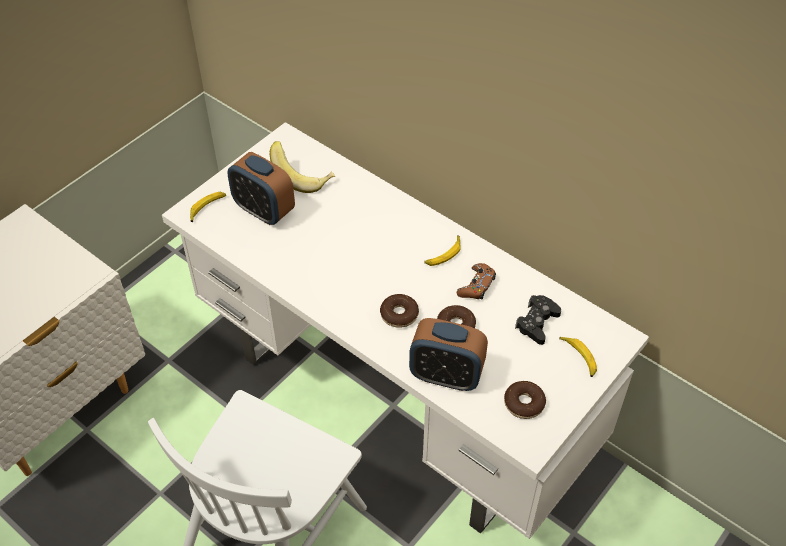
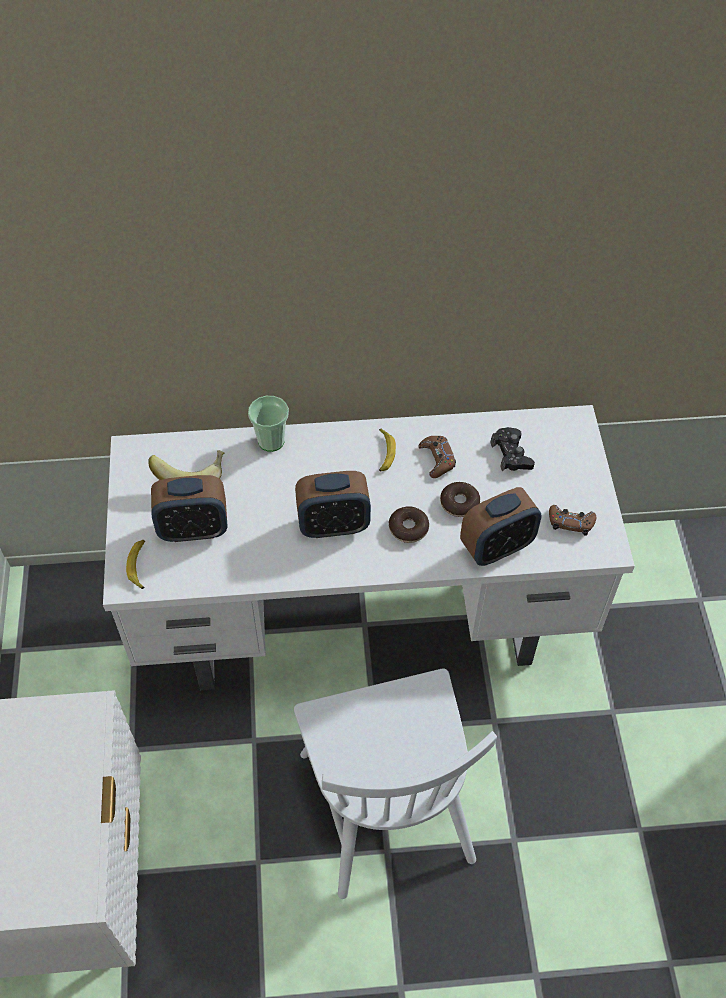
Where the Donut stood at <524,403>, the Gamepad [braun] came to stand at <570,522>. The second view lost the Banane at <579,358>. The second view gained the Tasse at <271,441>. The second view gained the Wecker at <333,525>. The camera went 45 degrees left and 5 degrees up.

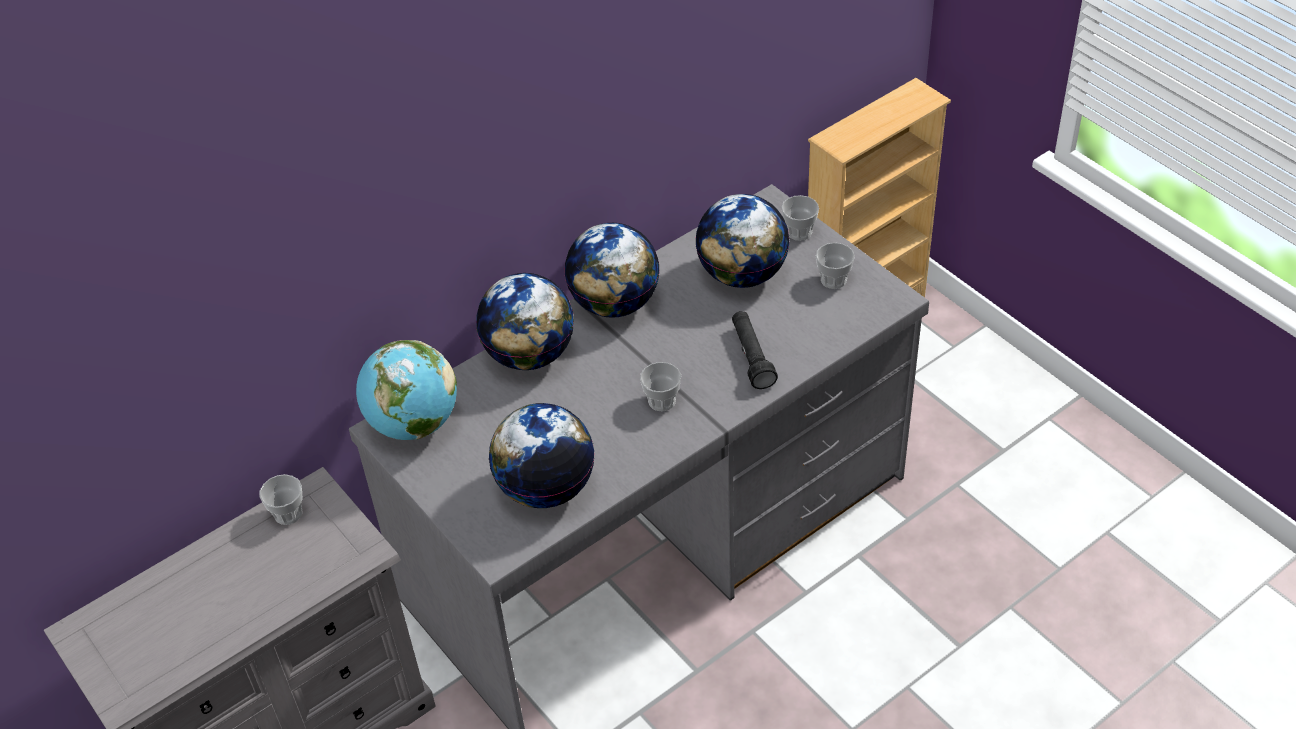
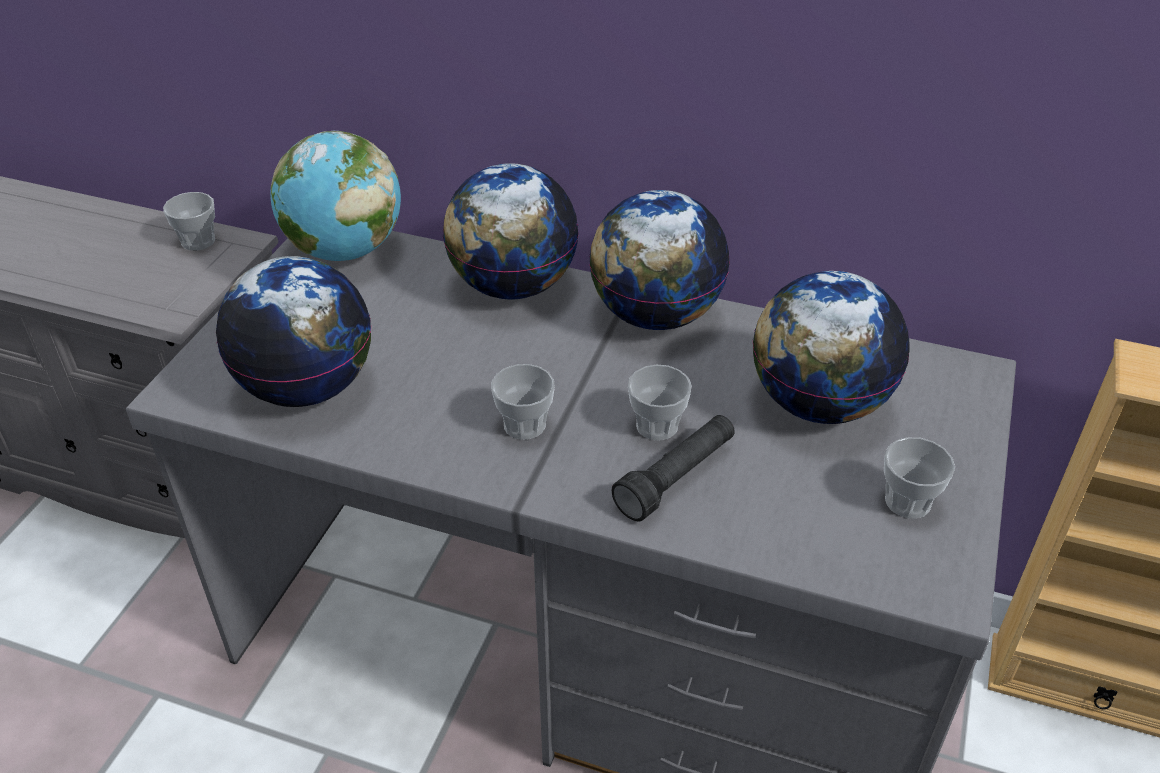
The Tasse ended up elsewhere, having gone from <799,232> to <657,426>. The camera went 55 degrees right and 5 degrees down.

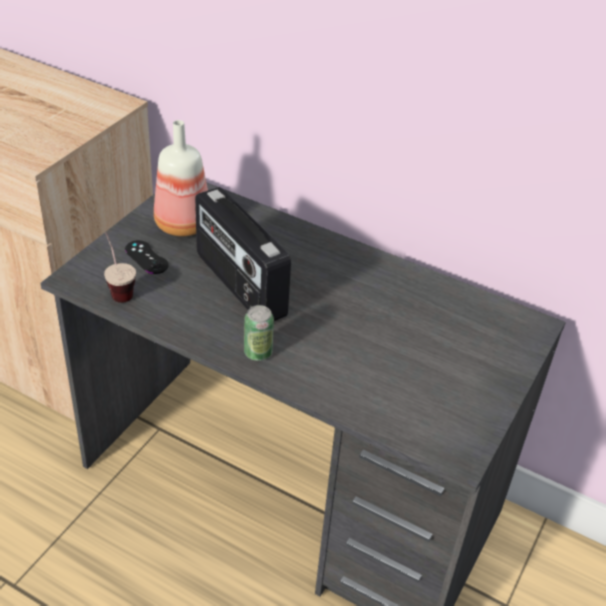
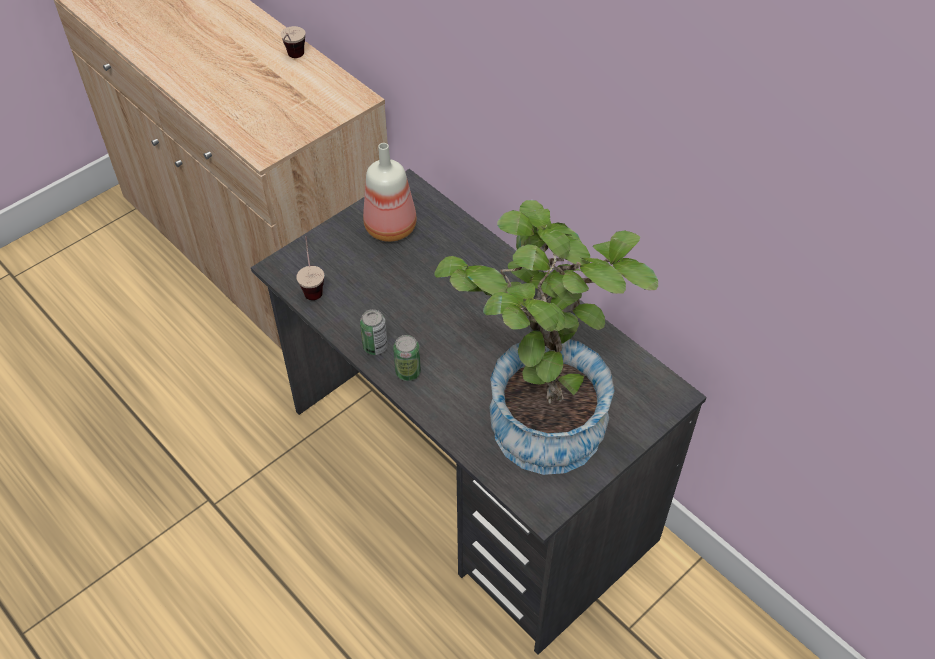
The second view lost the Gamepad [schwarz] at <146,257>. The second view lost the Radio at <239,285>. The second view gained the Tasse at <293,60>. The second view gained the Dose at <375,347>. The second view gained the Topfpflanze at <538,413>. The camera went 20 degrees right and 10 degrees up.

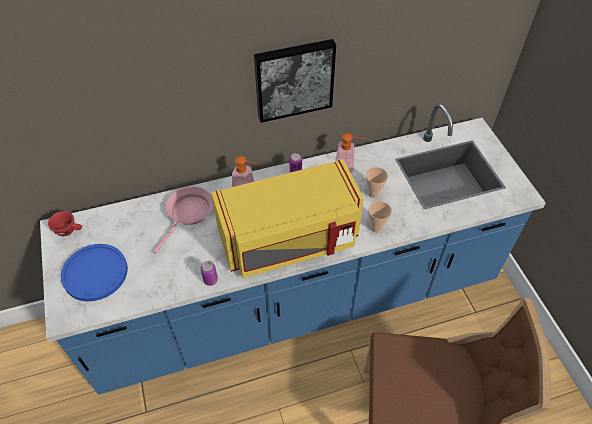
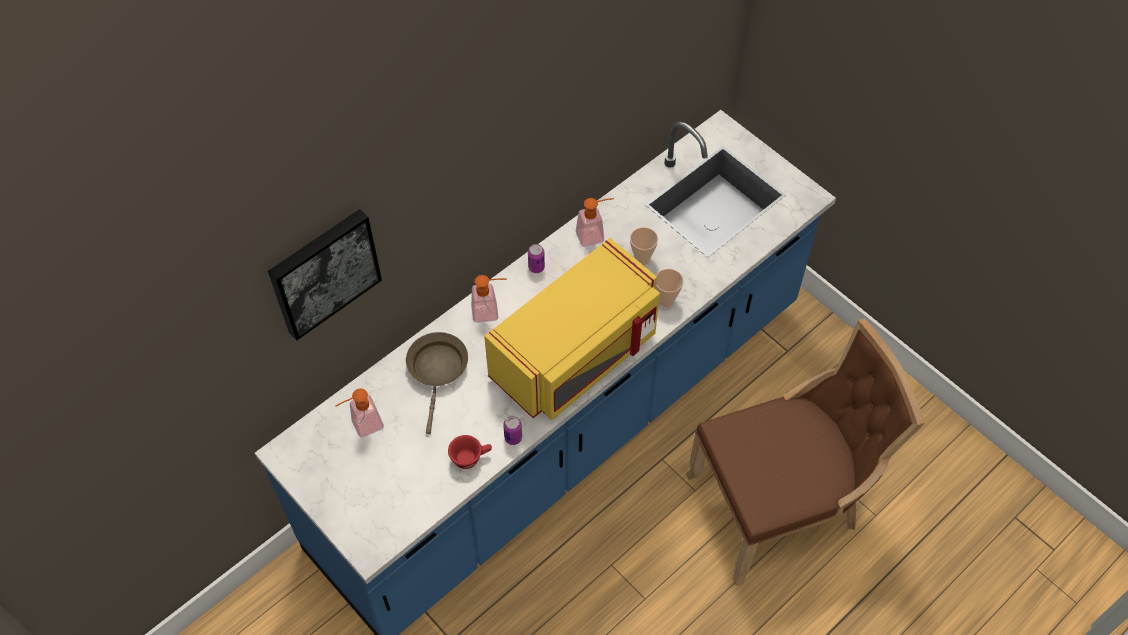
The Tasse [rot] ended up elsewhere, having gone from <69,230> to <470,457>. The second view lost the Teller [blau] at <95,273>. What was the Pfanne [rosa] at <188,214> turned into the Pfanne [braun] at <438,371>. The Bild ended up elsewhere, having gone from <293,79> to <323,271>. The second view gained the Seifenspender at <362,426>. The camera went 25 degrees left and 5 degrees up.

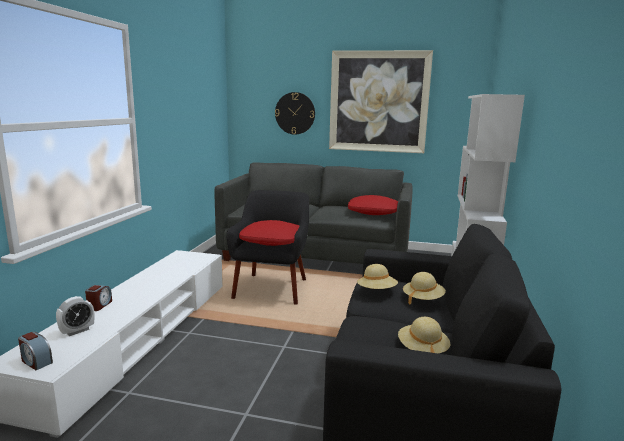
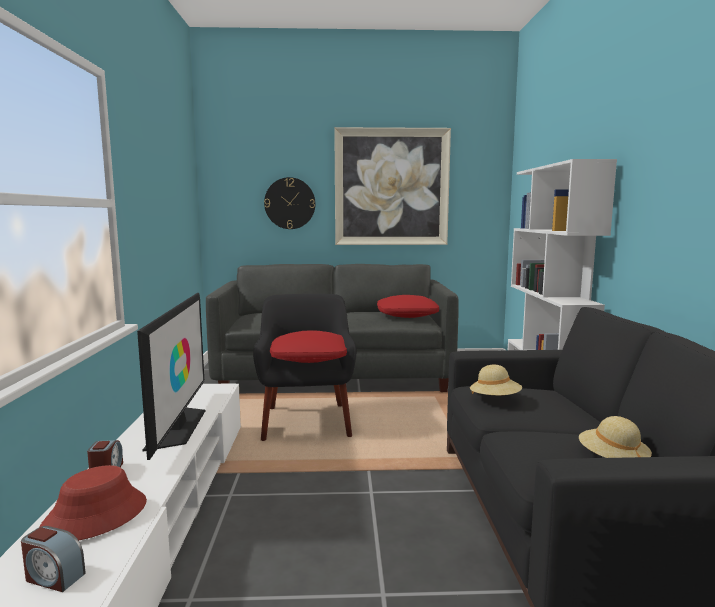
Where the Wecker stood at <77,331>, the Hut [rot] came to stand at <95,515>. The second view lost the Hut [beige] at <423,299>. The second view gained the Fernseher at <178,426>. The camera went 15 degrees left and 5 degrees down.

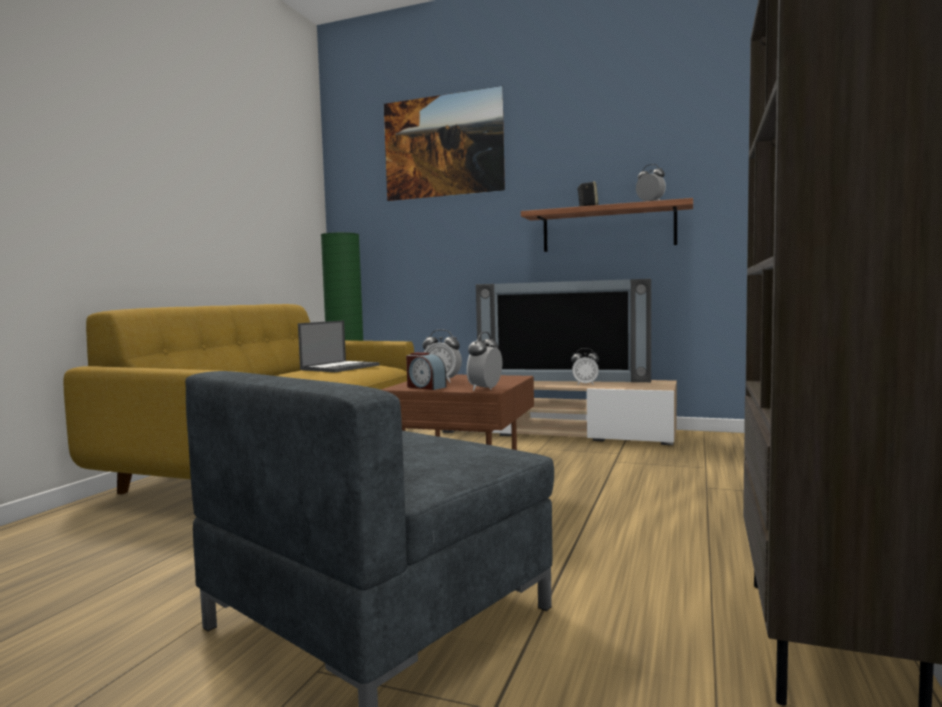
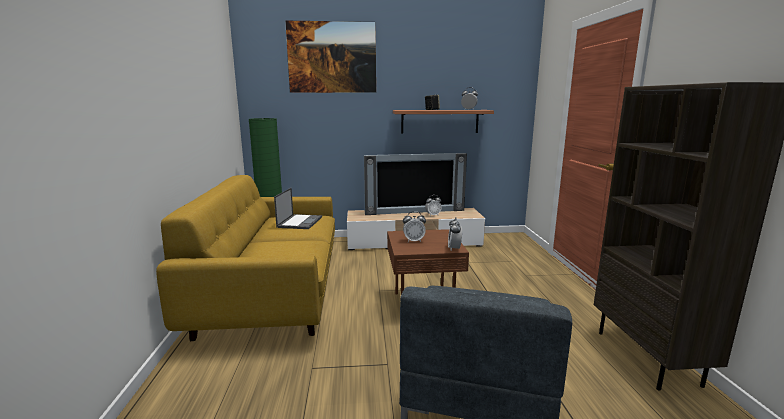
The second view lost the Wecker at <425,387>. The camera went 25 degrees left and 10 degrees up.

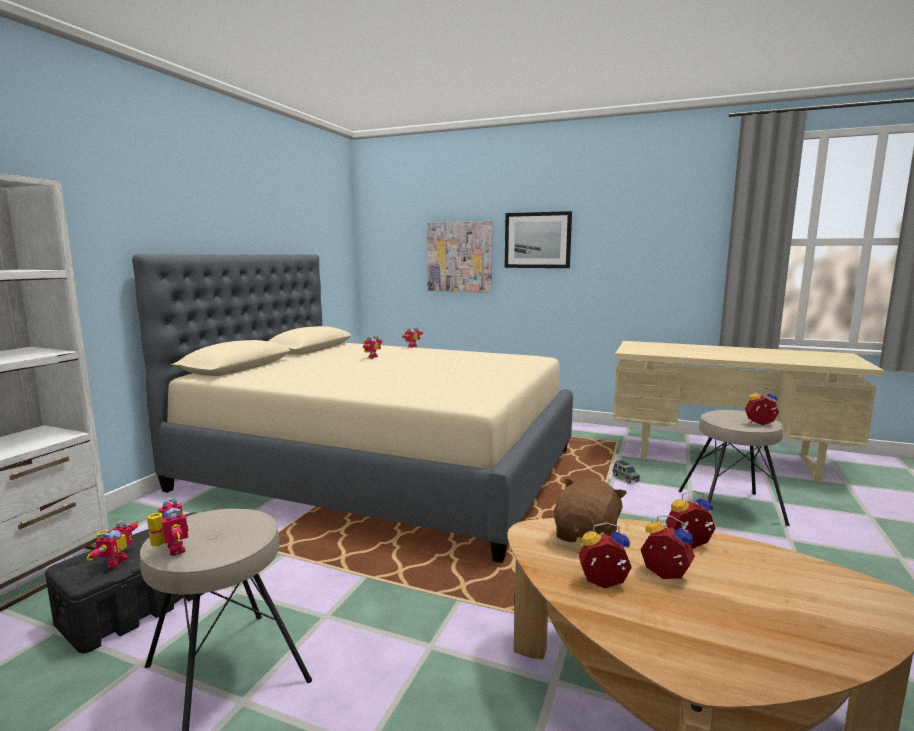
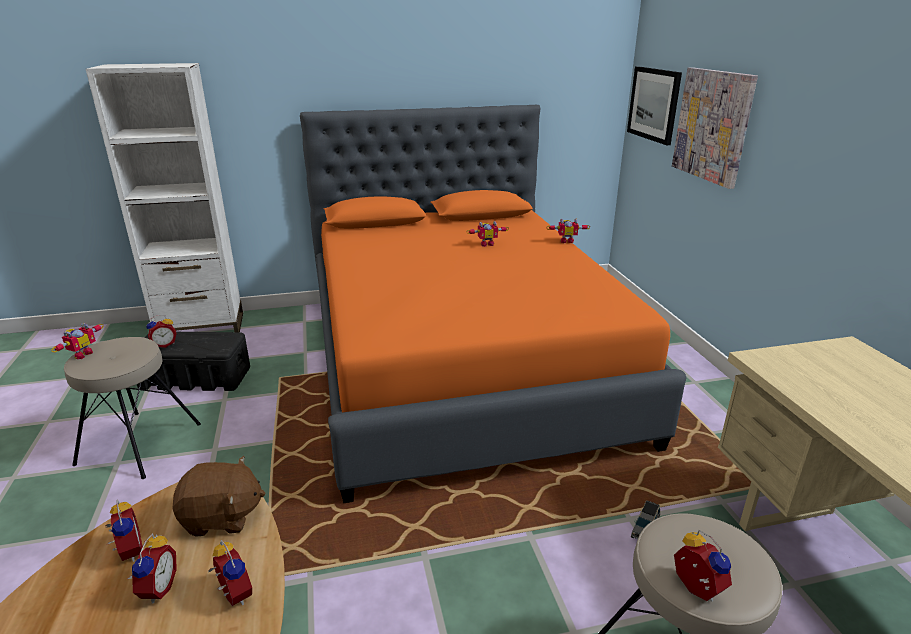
Where the Spielzeugroboter stood at <113,562>, the Wecker came to stand at <164,344>. What was the Bett [beige] at <383,468> turned into the Bett [orange] at <461,363>. The Bild ended up elsewhere, having gone from <537,240> to <654,104>. The camera went 55 degrees right and 15 degrees up.

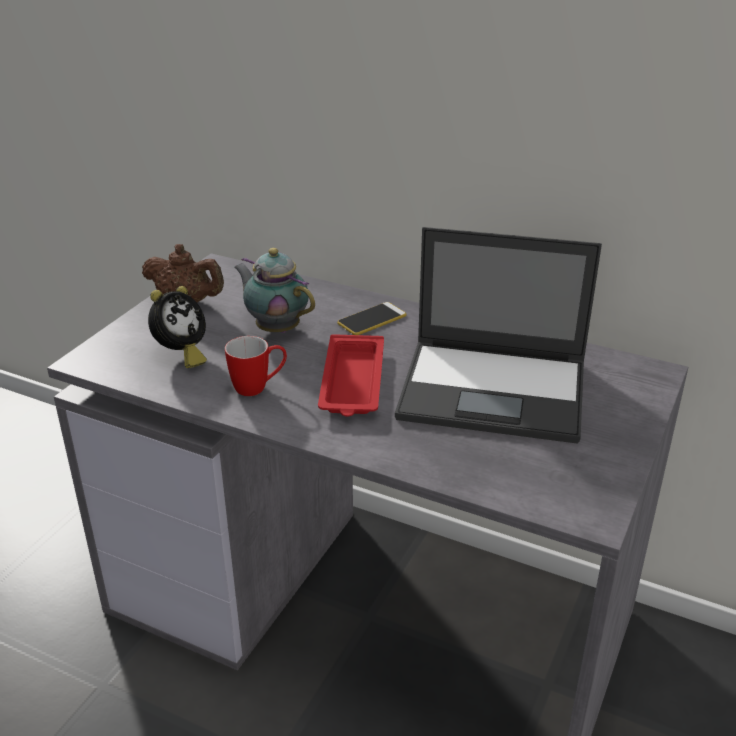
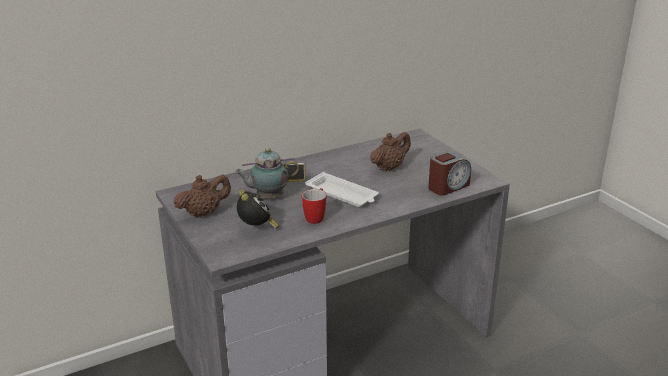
What was the Tablett [rot] at <352,383> turned into the Tablett [weiß] at <342,194>. Where the Laptop stood at <495,390>, the Teekanne [braun] came to stand at <389,167>. The second view gained the Wecker at <448,187>. The camera went 55 degrees left and 5 degrees down.

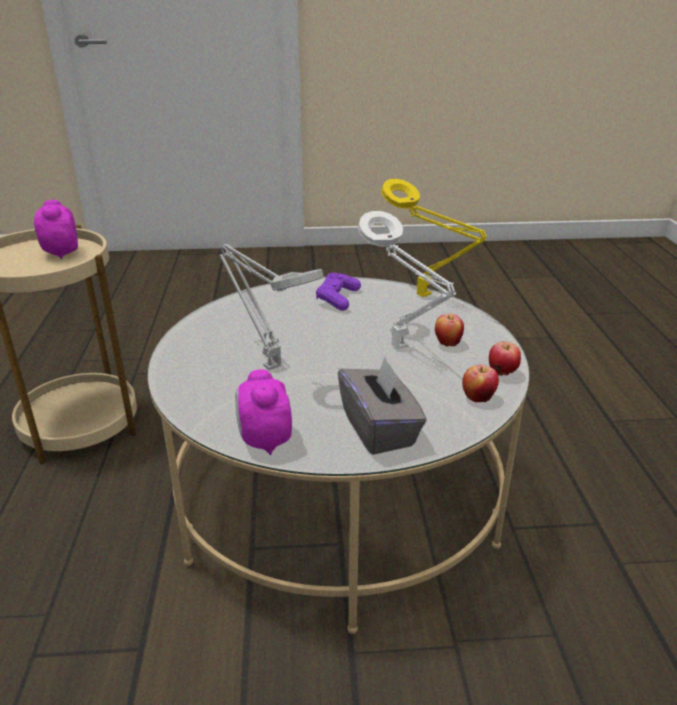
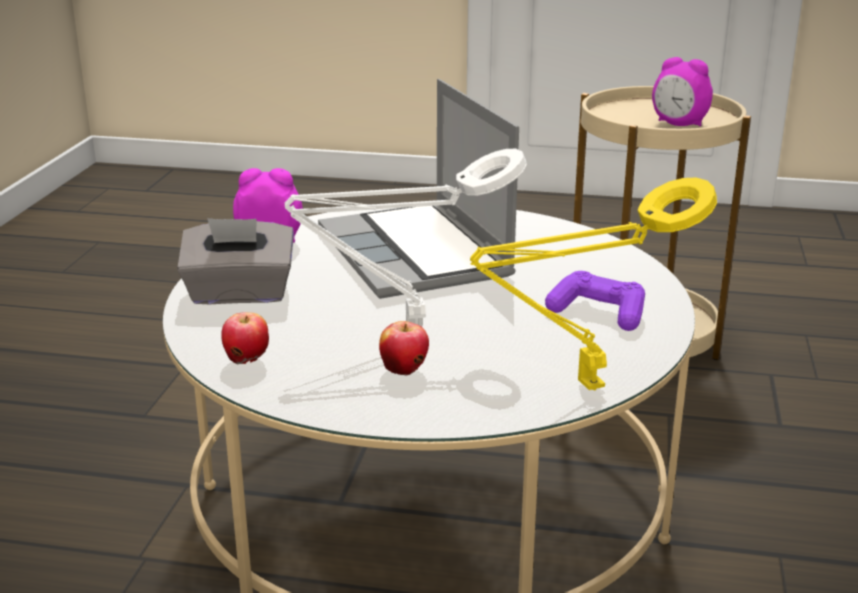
The Wecker at <61,253> ended up facing another way, 150 degrees counterclockwise from before. Where the Tischlampe [grau] stood at <269,365>, the Laptop came to stand at <417,254>. The second view lost the Apfel at <502,374>. The camera went 105 degrees right and 5 degrees down.

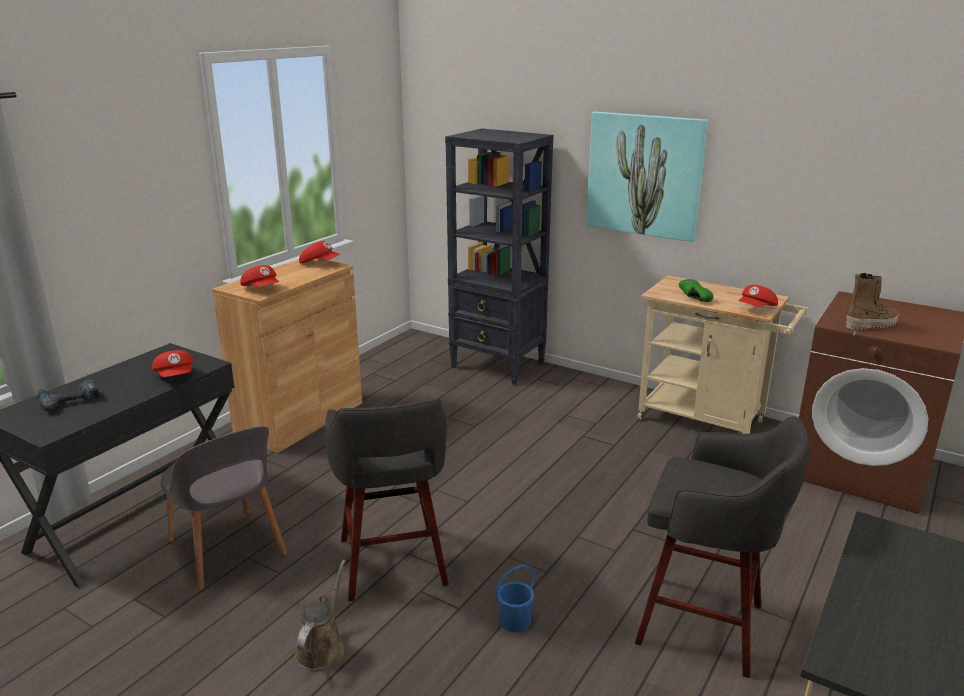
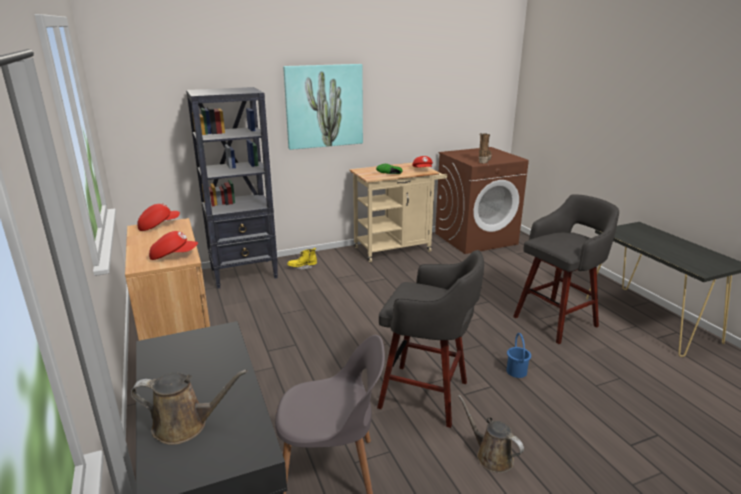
Where the Bohrmaschine stood at <68,399>, the Gießkanne [braun] came to stand at <185,425>. The second view lost the Kappe [rot] at <176,376>. The second view gained the Stiefel [gelb] at <302,267>. The camera went 55 degrees left and 0 degrees up.

